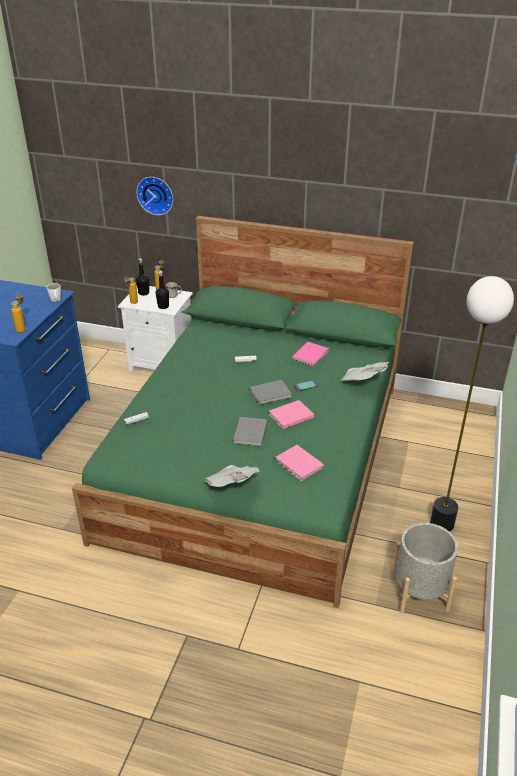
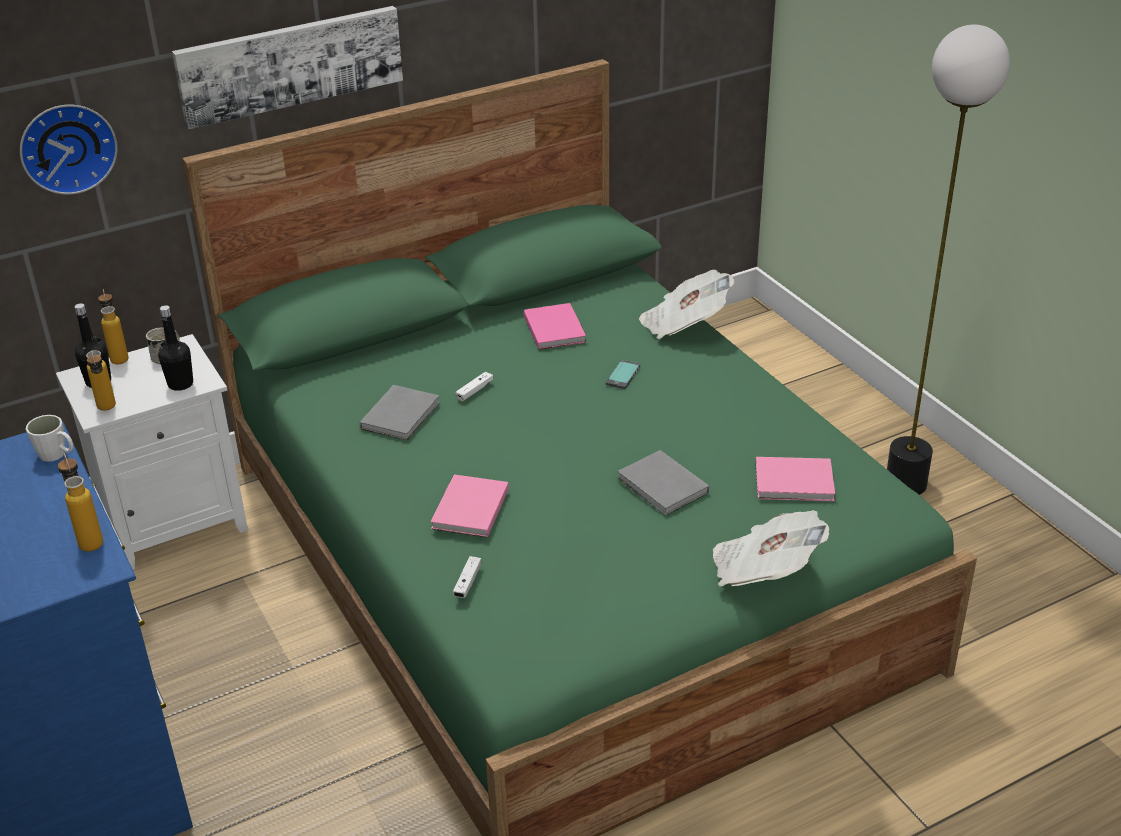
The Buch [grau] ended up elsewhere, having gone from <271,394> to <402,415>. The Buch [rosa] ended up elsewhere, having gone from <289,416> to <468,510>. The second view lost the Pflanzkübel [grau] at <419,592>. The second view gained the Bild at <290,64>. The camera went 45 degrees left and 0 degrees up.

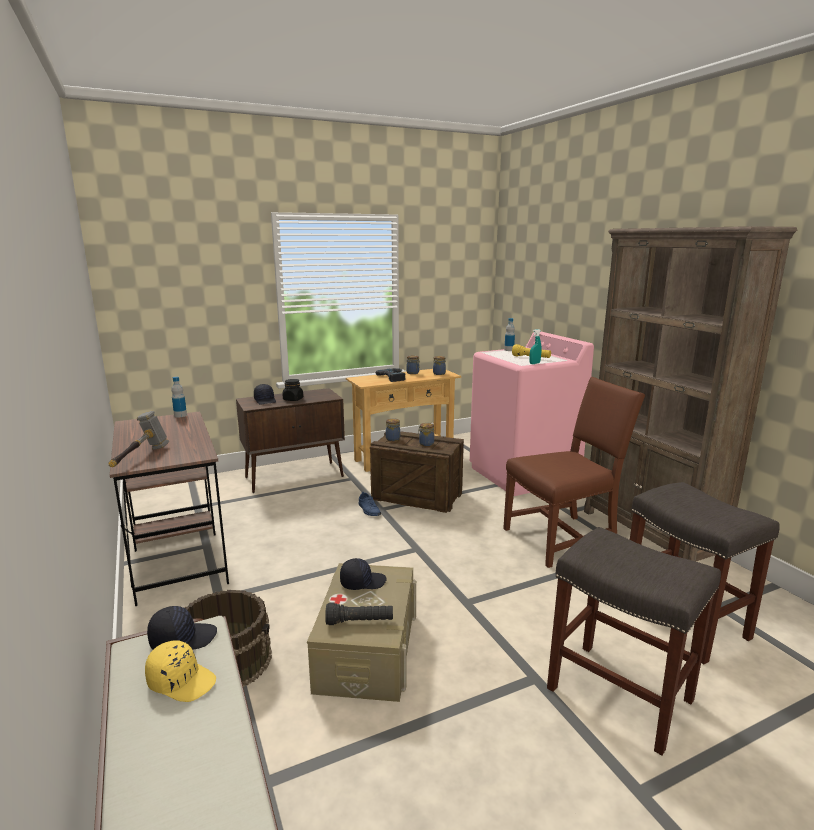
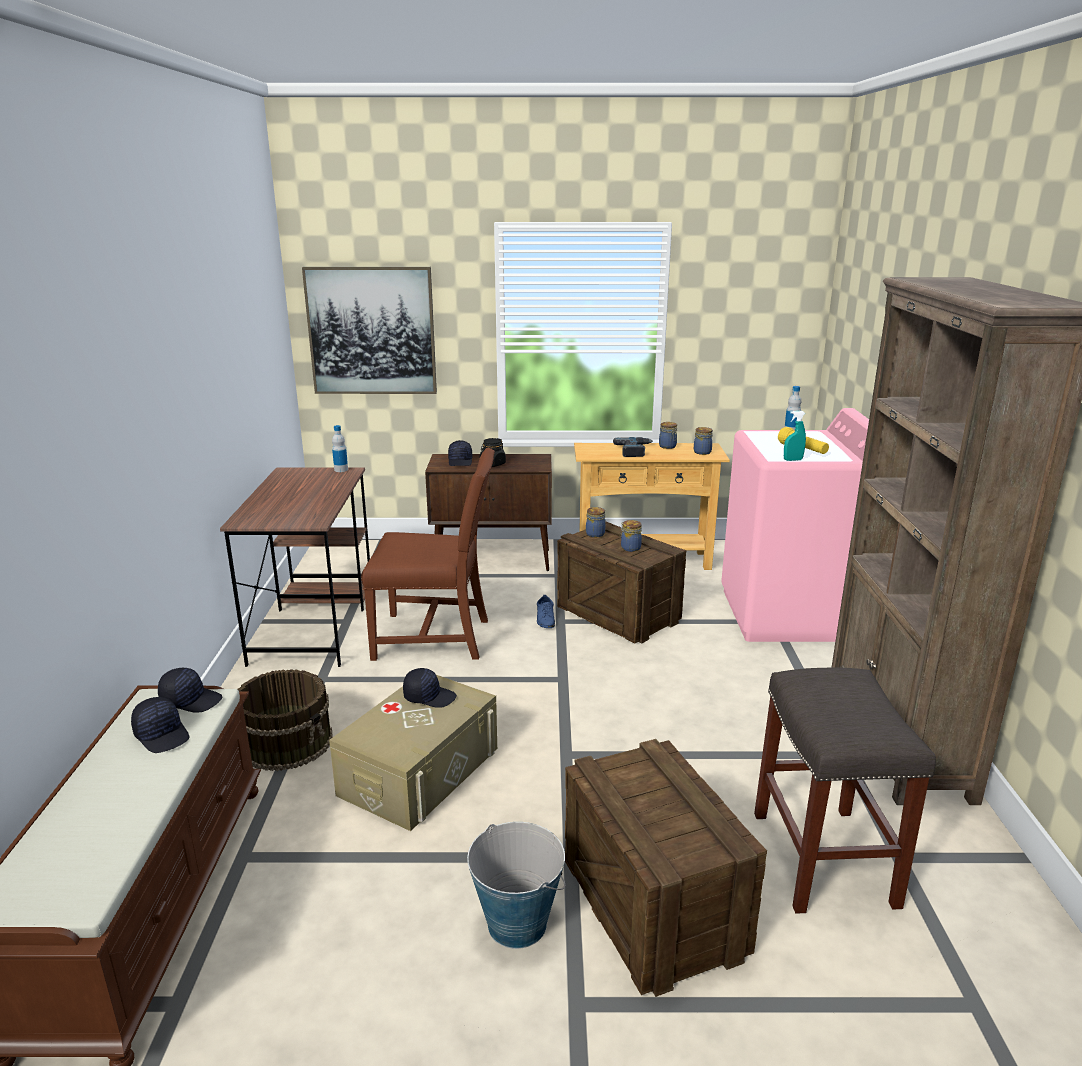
The second view lost the Hammer at <140,458>. What was the Kappe [gelb] at <182,681> turned into the Kappe [schwarz] at <163,735>. The second view lost the Taschenlampe [schwarz] at <359,622>. The Stuhl [braun] ended up elsewhere, having gone from <563,538> to <436,637>. Where the Hocker [grau] stood at <621,694>, the Kiste came to stand at <653,907>. The second view gained the Bild at <372,331>. The second view gained the Eimer at <517,923>. The camera went 25 degrees right and 5 degrees up.

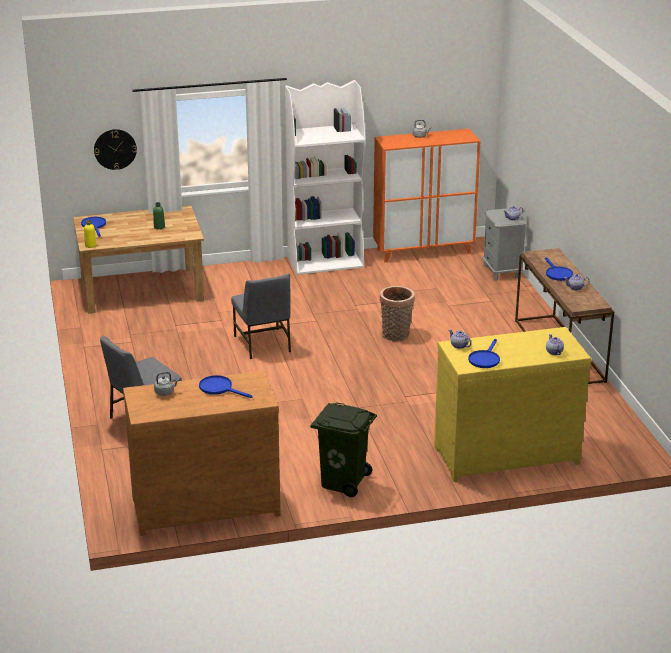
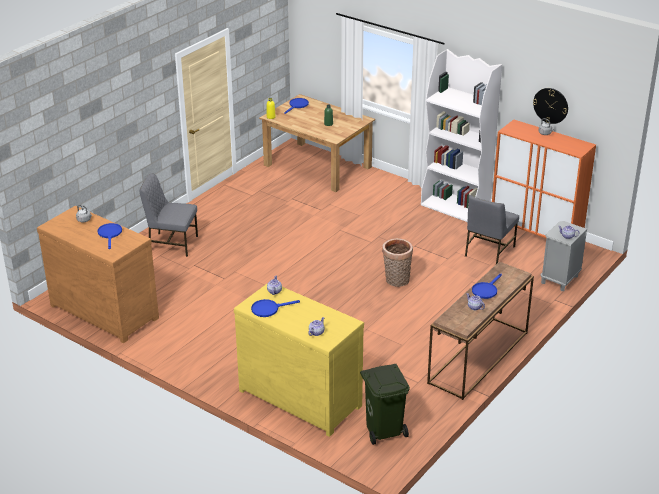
The Wanduhr ended up elsewhere, having gone from <115,149> to <551,105>. The Stuhl [grau] ended up elsewhere, having gone from <263,344> to <488,251>. The Mülleimer [grün] ended up elsewhere, having gone from <343,481> to <384,430>. The camera went 50 degrees right and 5 degrees up.

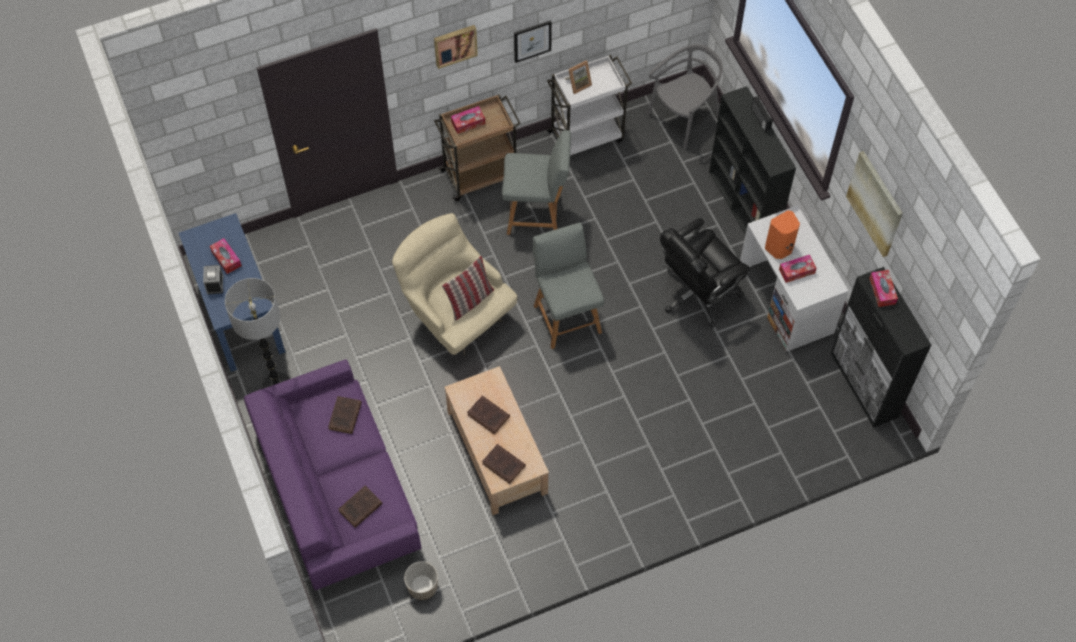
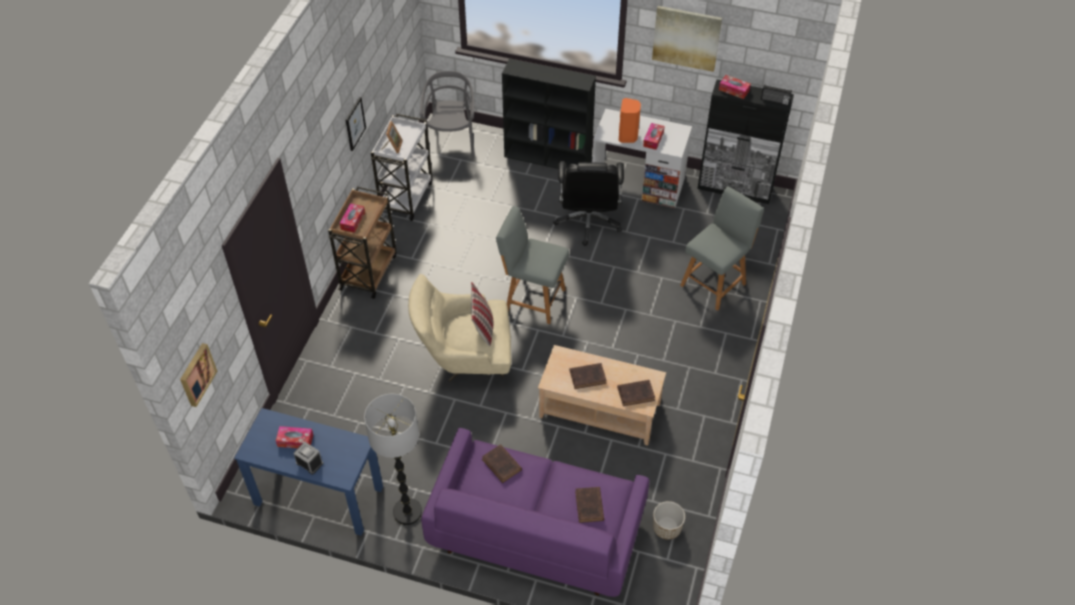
The Bild ended up elsewhere, having gone from <455,45> to <196,374>. The Stuhl [grau] ended up elsewhere, having gone from <536,214> to <714,283>. The Radio ended up elsewhere, having gone from <760,119> to <774,101>. The camera went 50 degrees left and 10 degrees down.

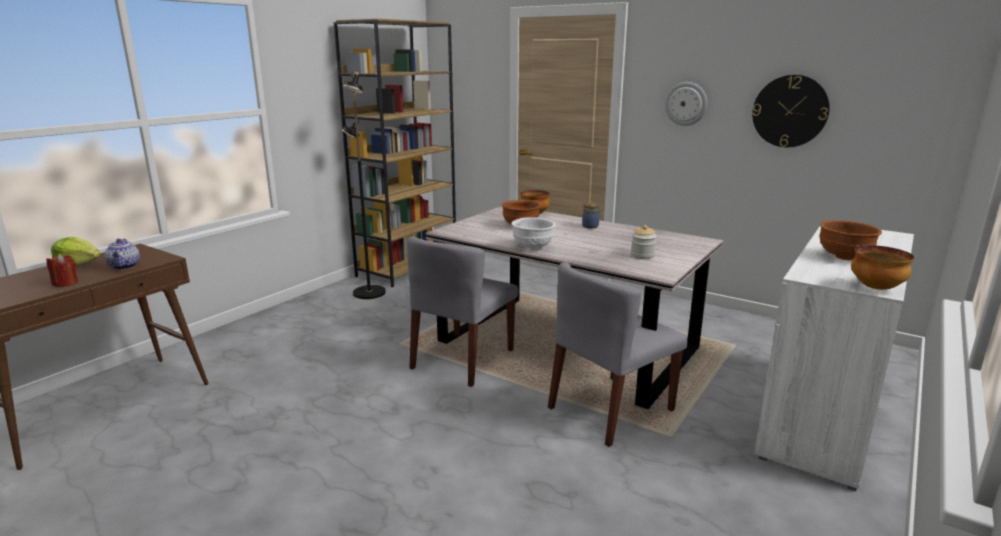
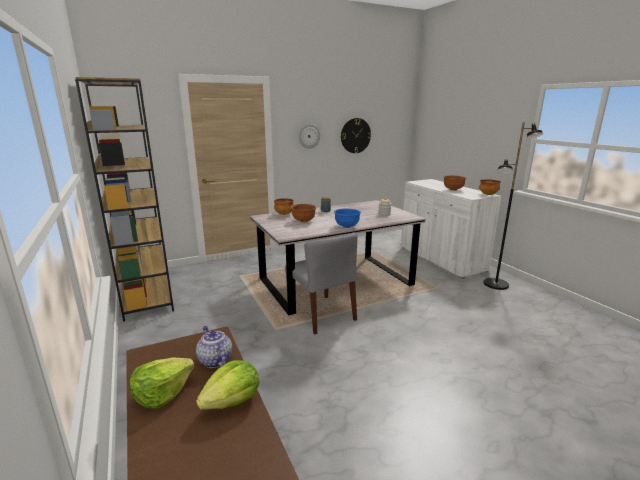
Where the Kerze [rot] stood at <65,283>, the Salatkopf came to stand at <232,401>. The Teekanne at <125,266> ended up facing another way, 135 degrees counterclockwise from before. The Stehlampe [schwarz] ended up elsewhere, having gone from <368,293> to <496,284>. What was the Schüssel [weiß] at <533,248> turned into the Schüssel [blau] at <347,226>. The second view lost the Stuhl [grau] at <610,410>. The camera went 60 degrees left and 0 degrees up.

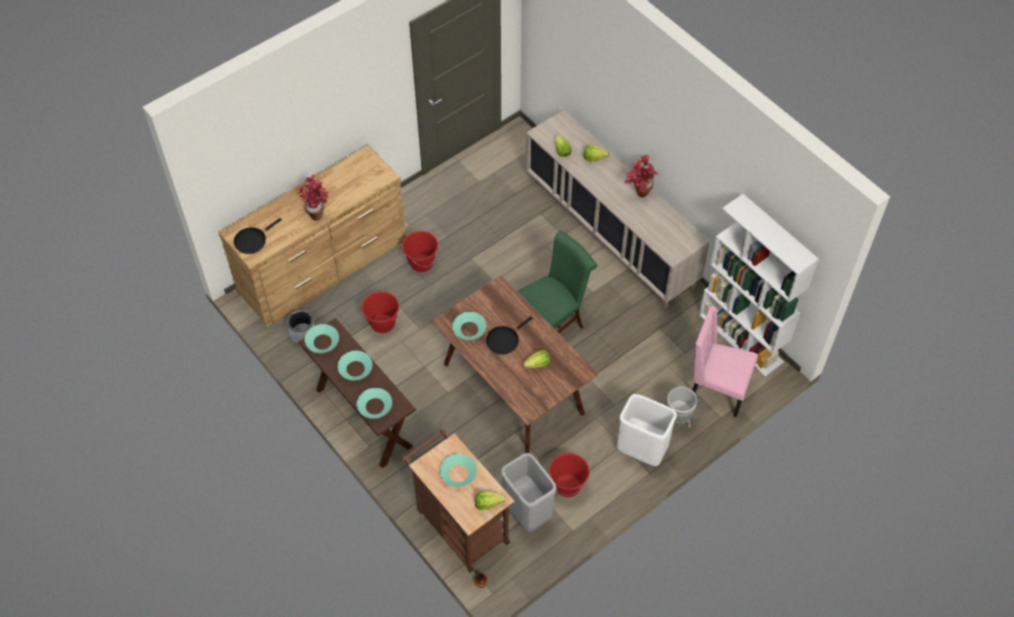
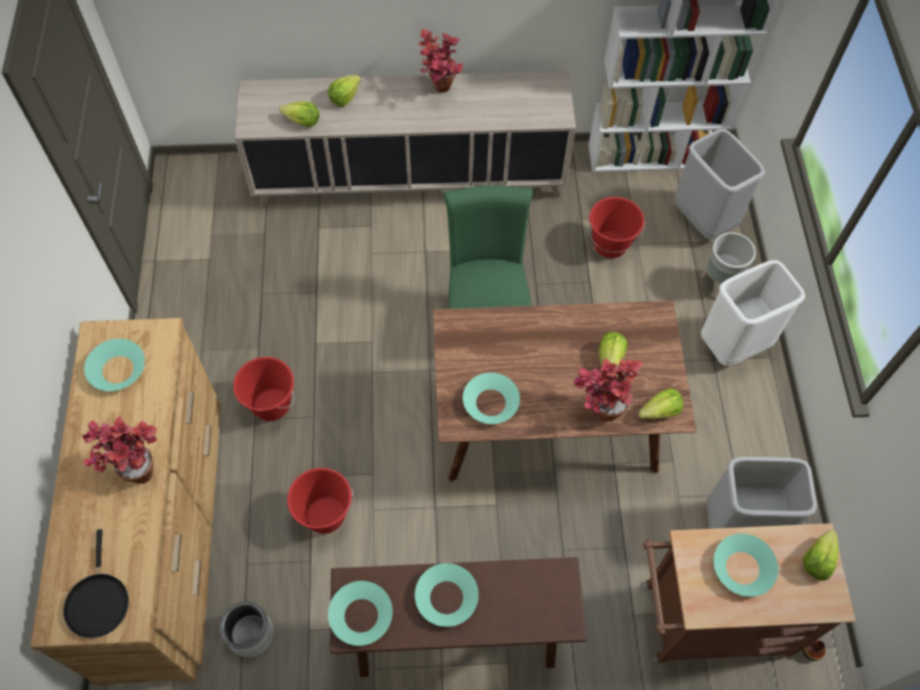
The Schüssel [türkis] ended up elsewhere, having gone from <375,406> to <117,369>. The second view lost the Pfanne [schwarz] at <504,340>. The Eimer [rot] ended up elsewhere, having gone from <567,486> to <610,244>. Where the Stuhl [rosa] stood at <716,389>, the Mülleimer [grau] came to stand at <702,220>. The second view gained the Topfpflanze at <599,409>. The second view gained the Salatkopf at <660,411>. The camera went 55 degrees left and 5 degrees up.

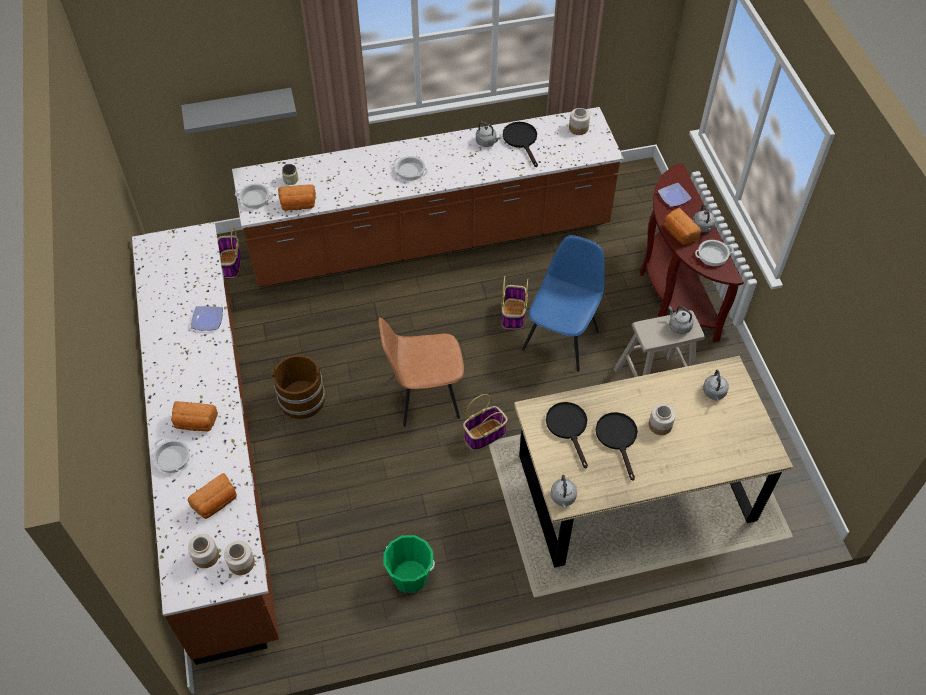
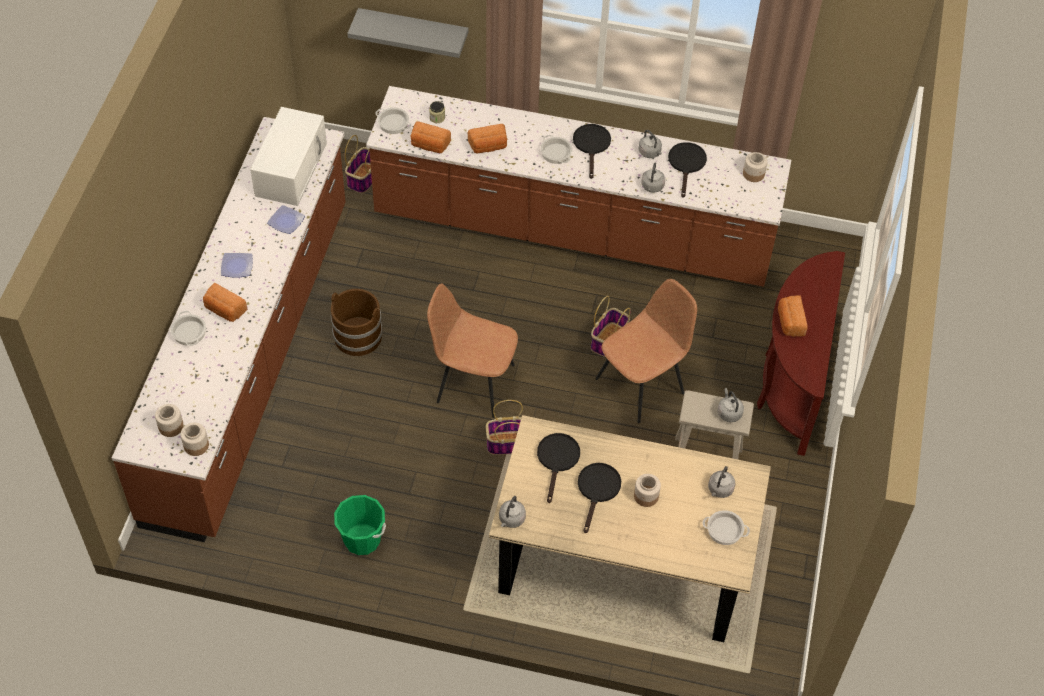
The Brot ended up elsewhere, having gone from <216,503> to <488,146>. What was the Stuhl [blau] at <561,339> turned into the Stuhl [braun] at <641,385>. The Teller ended up elsewhere, having gone from <674,197> to <237,267>. The Wasserkessel [grau] ended up elsewhere, having gone from <702,227> to <652,187>. The Kochtopf ended up elsewhere, having gone from <712,256> to <724,530>. The second view gained the Mikrowelle [weiß] at <291,168>. The second view gained the Pfanne [schwarz] at <592,146>. The camera went 25 degrees right and 0 degrees up.

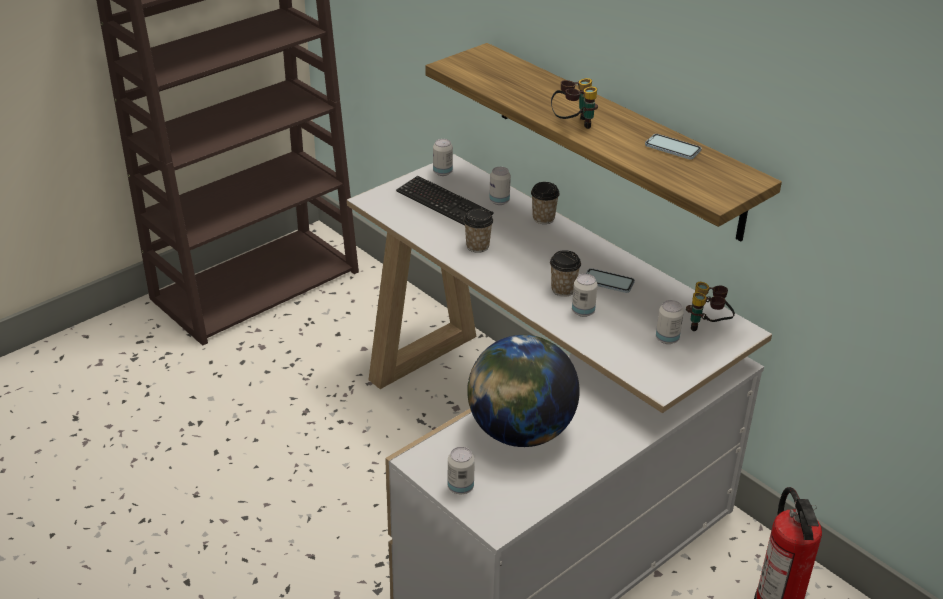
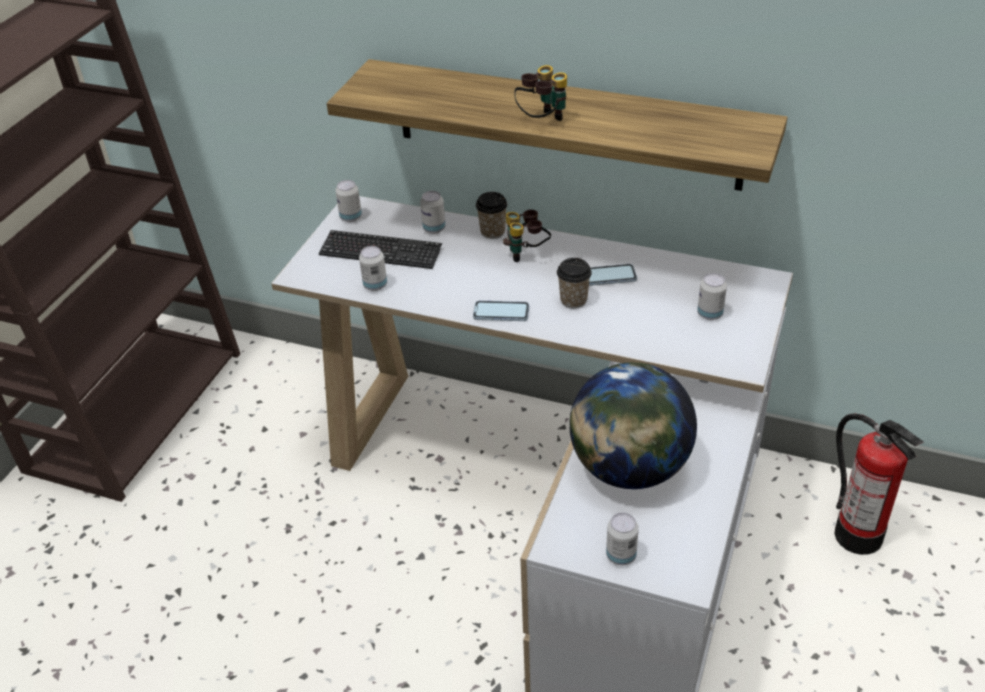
The second view lost the Tasse at <477,246>. The Dose ended up elsewhere, having gone from <583,312> to <375,285>. The Handy ended up elsewhere, having gone from <672,148> to <501,312>. The Fernglas ended up elsewhere, having gone from <707,327> to <527,254>. The camera went 25 degrees left and 5 degrees up.

